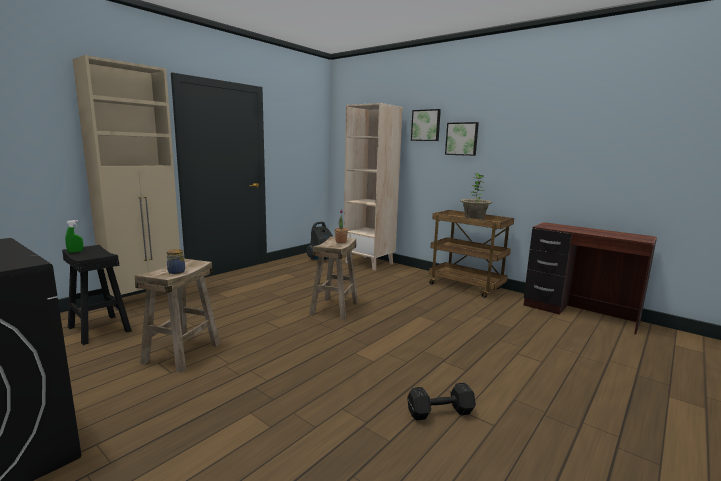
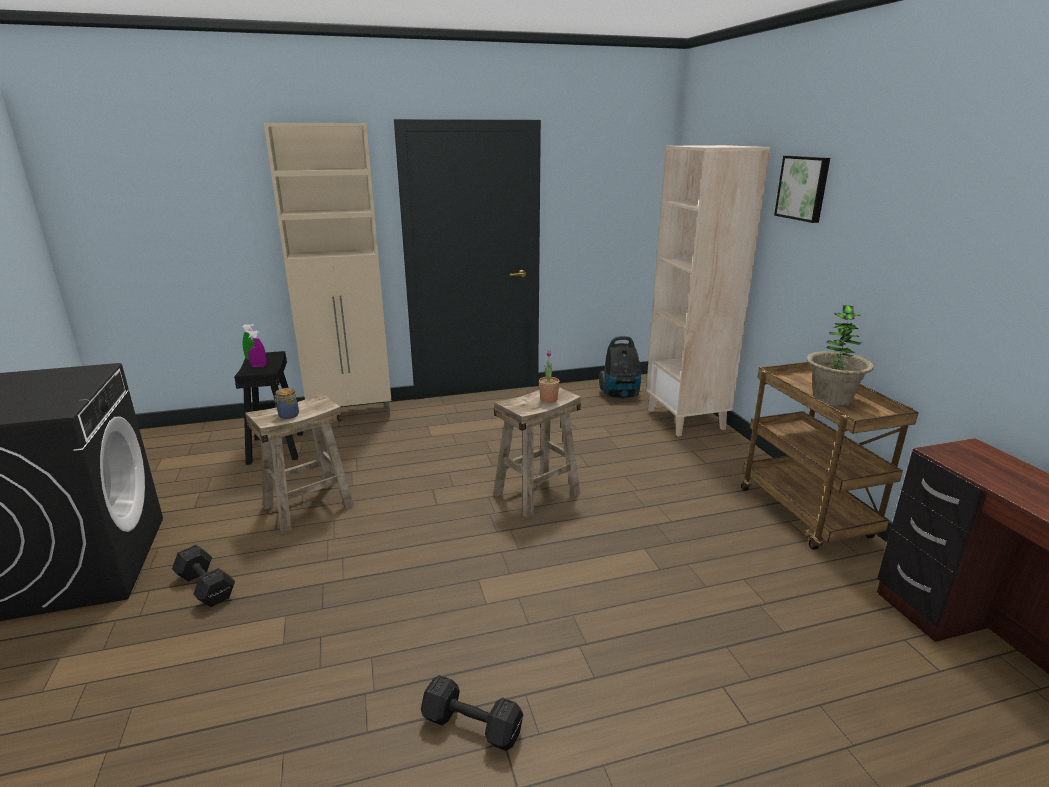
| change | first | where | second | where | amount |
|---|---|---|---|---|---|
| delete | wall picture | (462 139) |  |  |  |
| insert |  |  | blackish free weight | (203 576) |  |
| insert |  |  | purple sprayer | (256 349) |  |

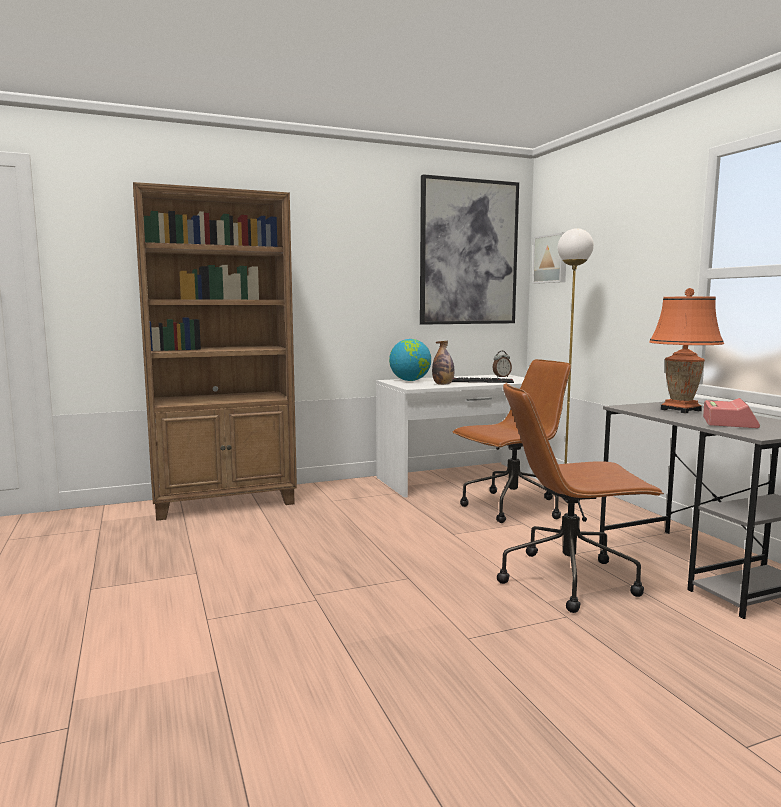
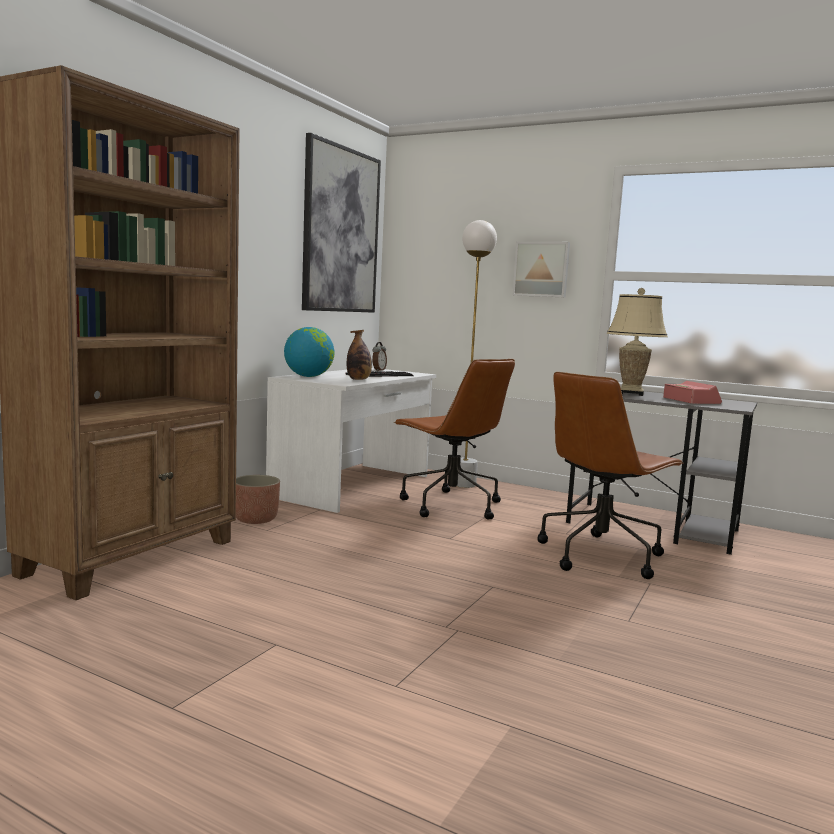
| change | first | where | second | where | amount |
|---|---|---|---|---|---|
| rotate | brown-coloured office chair | (511 441) |  | (454 439) | 120 degrees clockwise |
| move | wall picture | (549 258) |  | (541 270) |  |
| recolor | orangey lamp for a table | (686 350) | beige-coloured lamp for a table | (637 342) |  |
| insert |  |  | flower pot | (258 499) |  |

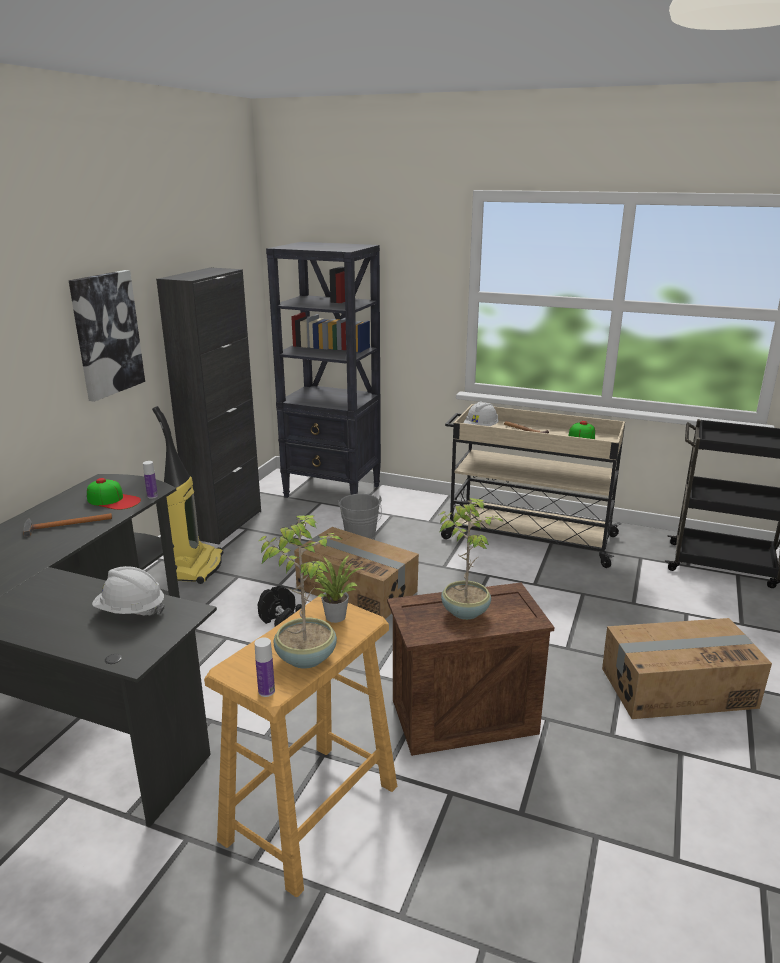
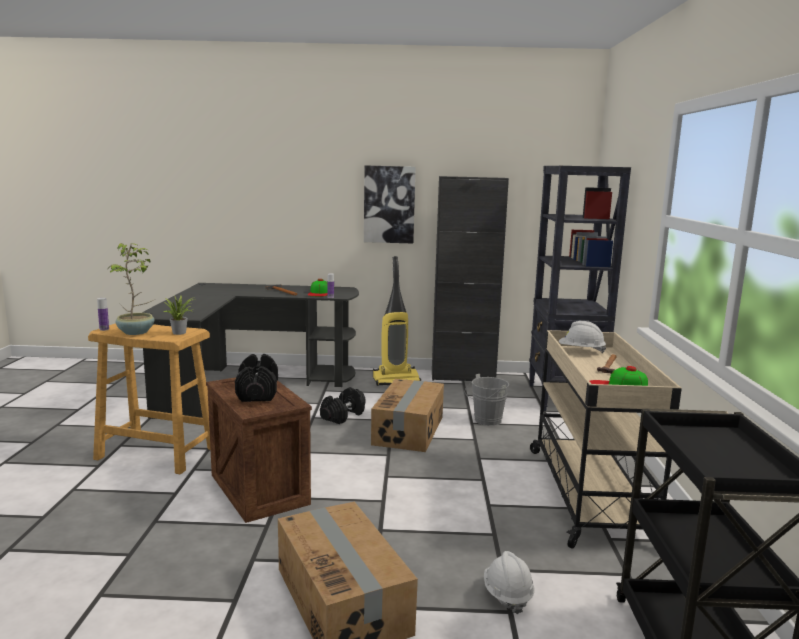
| change | first | where | second | where | amount |
|---|---|---|---|---|---|
| move | white-coloured safety helmet | (128 591) |  | (509 582) |  |
| replace | potted plant | (471 559) | blackish free weight | (256 378) |  |

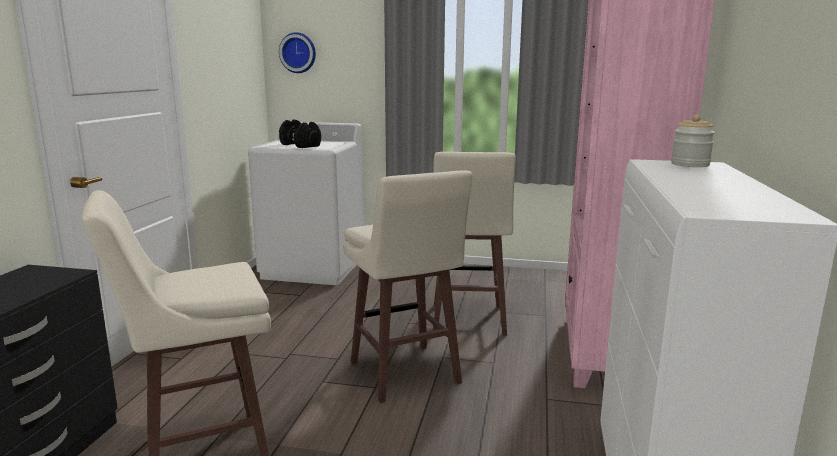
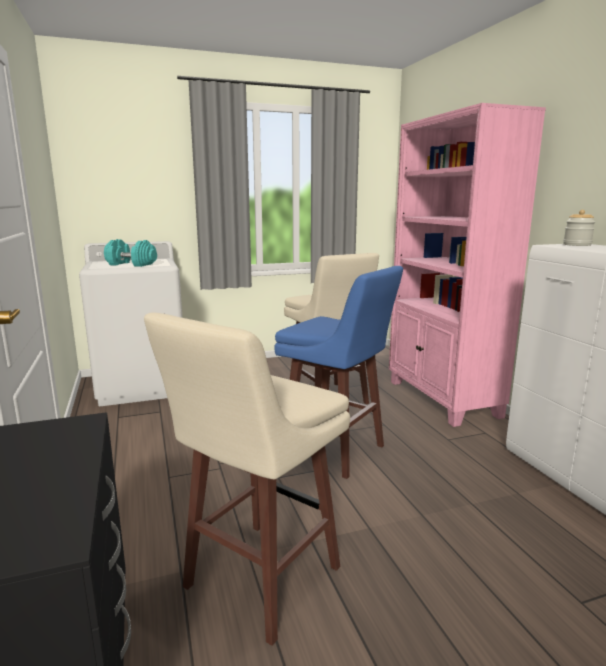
| change | first | where | second | where | amount |
|---|---|---|---|---|---|
| delete | hanging clock | (297 52) |  |  |  |
| recolor | blackish free weight | (300 134) | blue-green free weight | (130 253) |  |
| recolor | beige-coloured sitting stool | (408 286) | blue-coloured sitting stool | (338 372) |  |

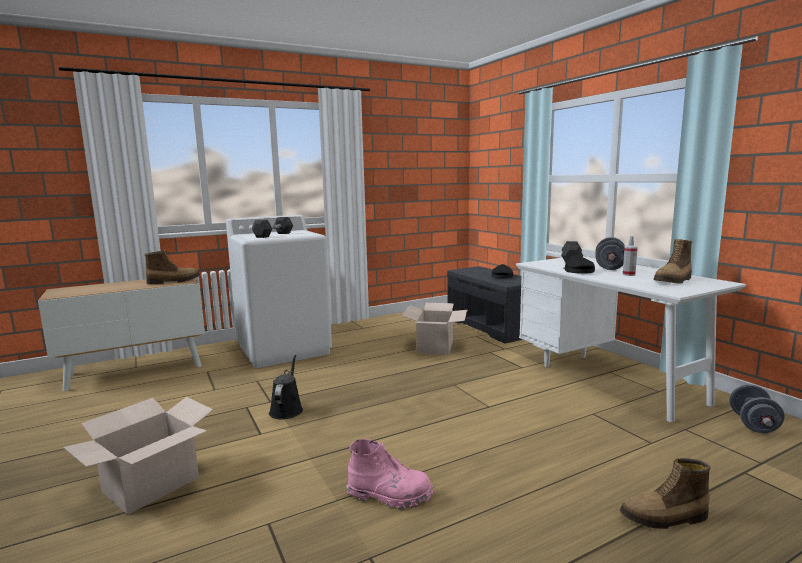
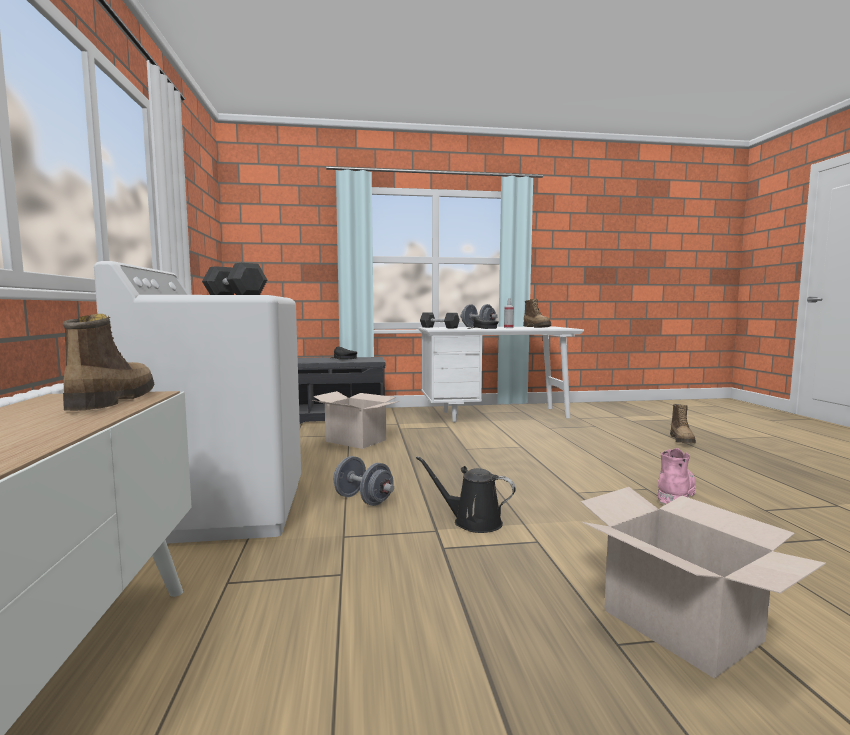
| change | first | where | second | where | amount |
|---|---|---|---|---|---|
| move | gray free weight | (757 408) |  | (363 481) |  |

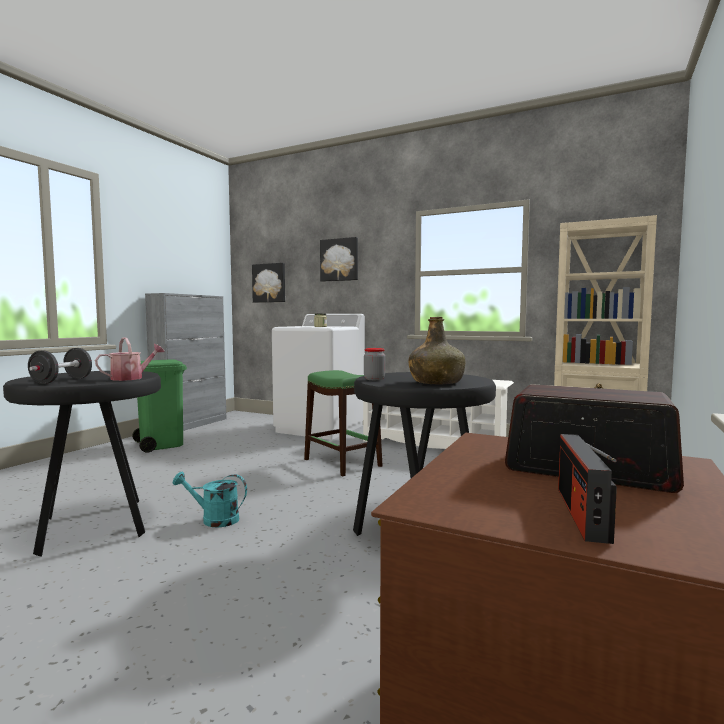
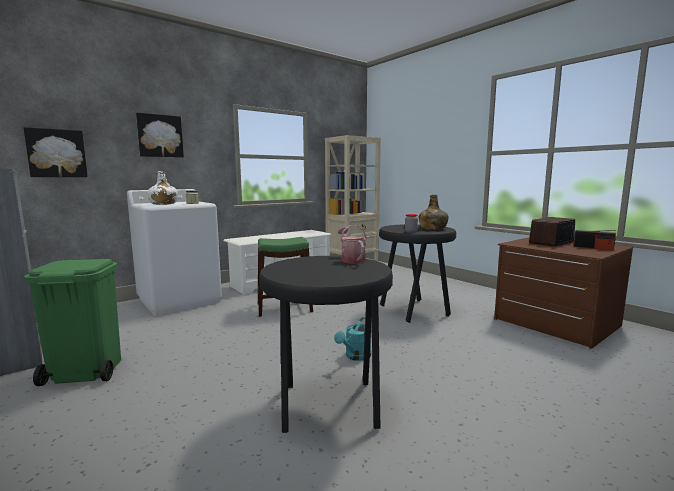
| change | first | where | second | where | amount |
|---|---|---|---|---|---|
| delete | blackish free weight | (60 366) |  |  |  |
| insert |  |  | white-coloured drink bottle | (162 188) |  |

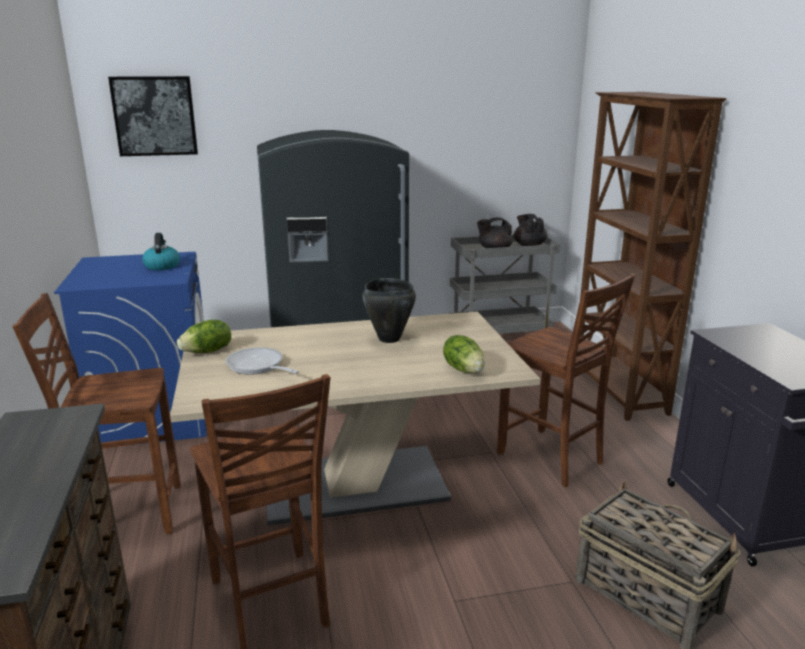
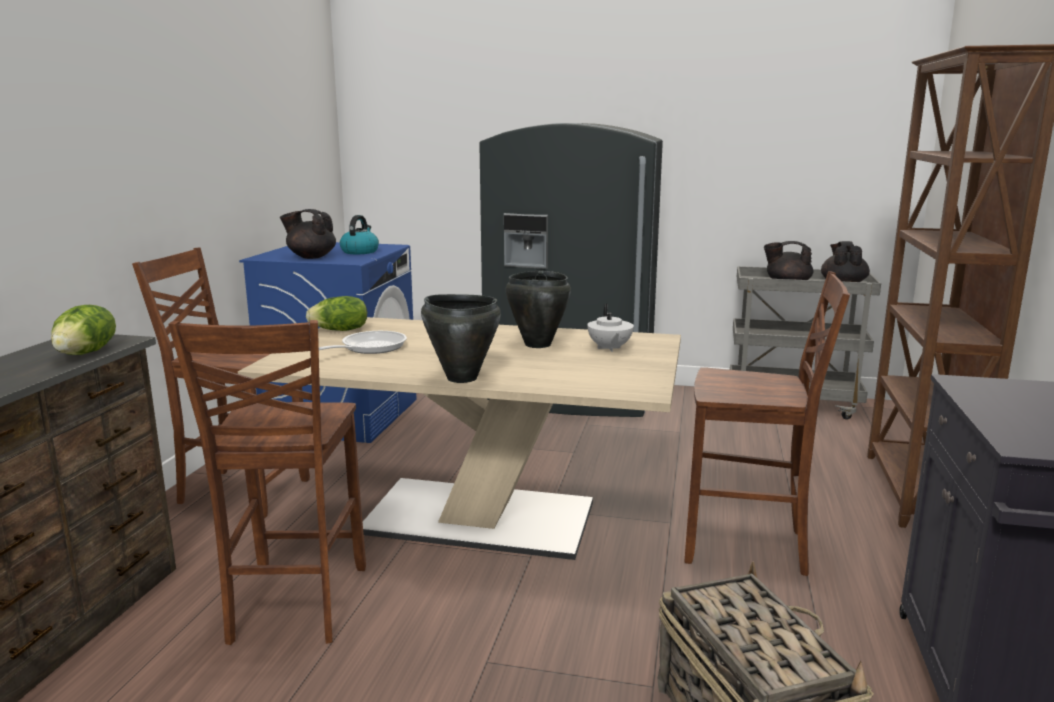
| change | first | where | second | where | amount |
|---|---|---|---|---|---|
| delete | wall picture | (153 116) |  |  |  |
| rotate | skillet | (262 361) |  | (363 342) | 60 degrees clockwise |
| move | lettuce head | (464 354) |  | (83 330) |  |
| rotate | brown-coloured plain chair | (566 380) |  | (767 423) | 60 degrees counterclockwise |
| insert |  |  | blackish teapot | (308 234) |  |
| insert |  |  | blackish stockpot | (461 338) |  |
| insert |  |  | white-coloured teapot | (610 327) |  |

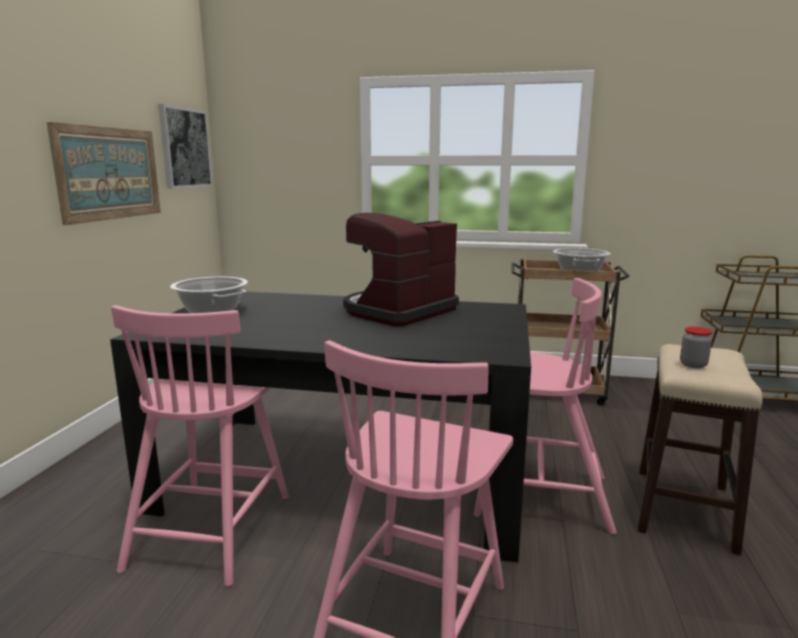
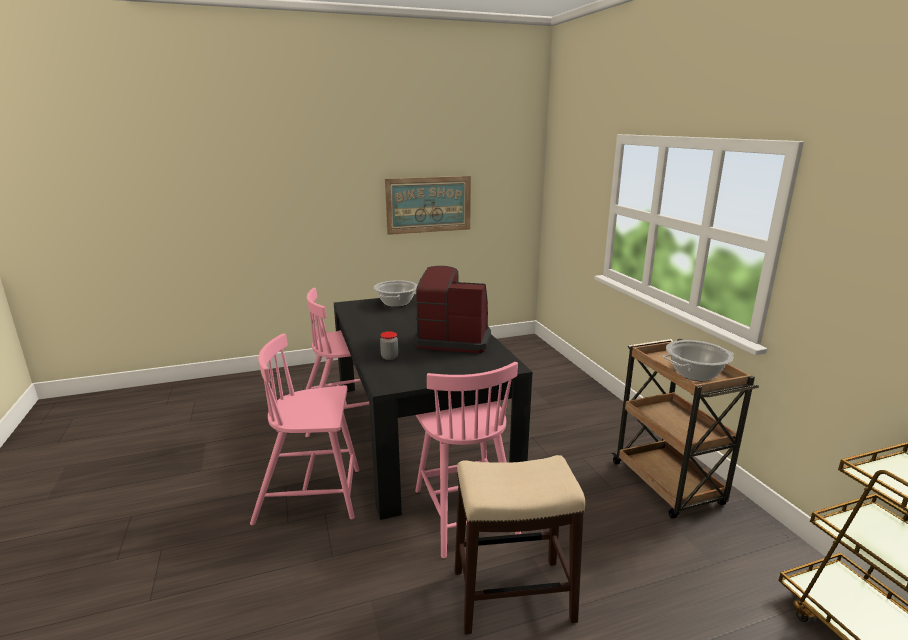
| change | first | where | second | where | amount |
|---|---|---|---|---|---|
| delete | wall picture | (185 146) |  |  |  |
| move | storage jar | (696 347) |  | (389 345) |  |

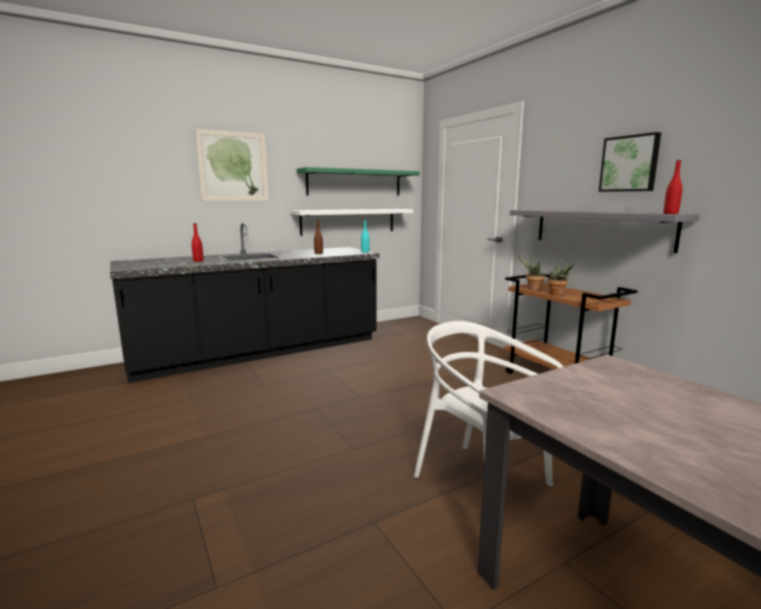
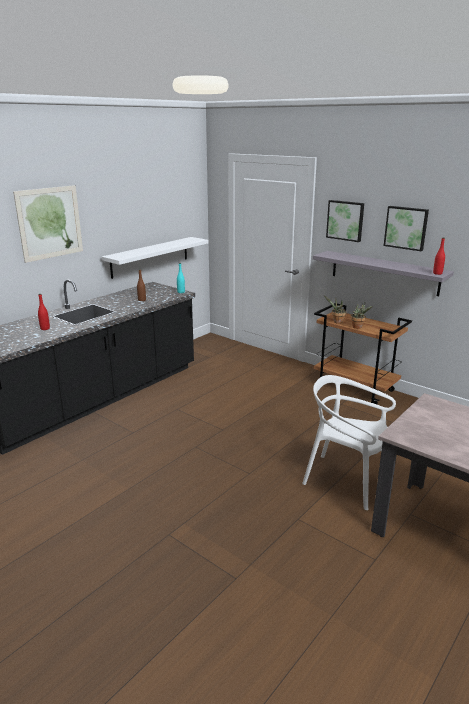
| change | first | where | second | where | amount |
|---|---|---|---|---|---|
| delete | green-coloured wall shelf | (358 181) |  |  |  |
| insert |  |  | wall picture | (345 221) |  |

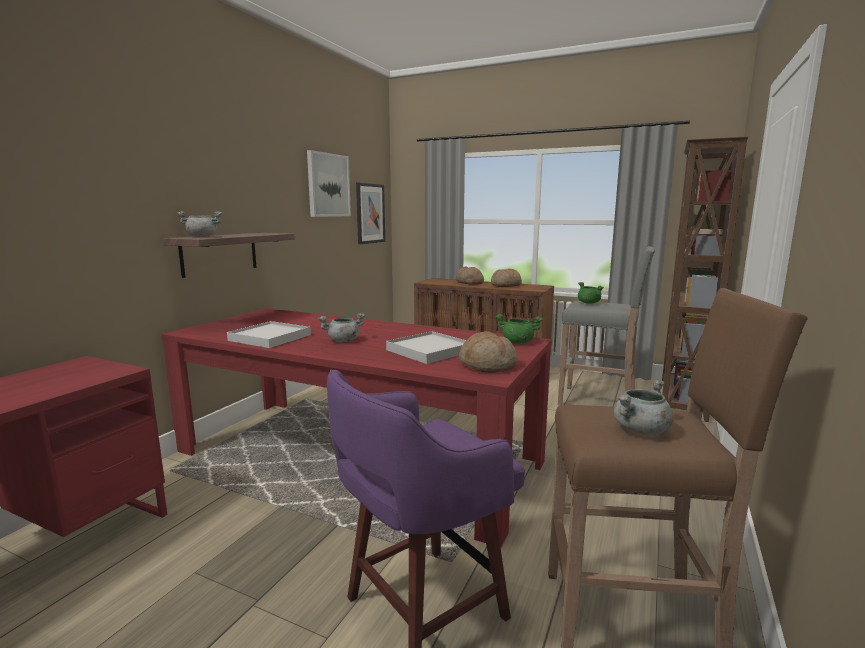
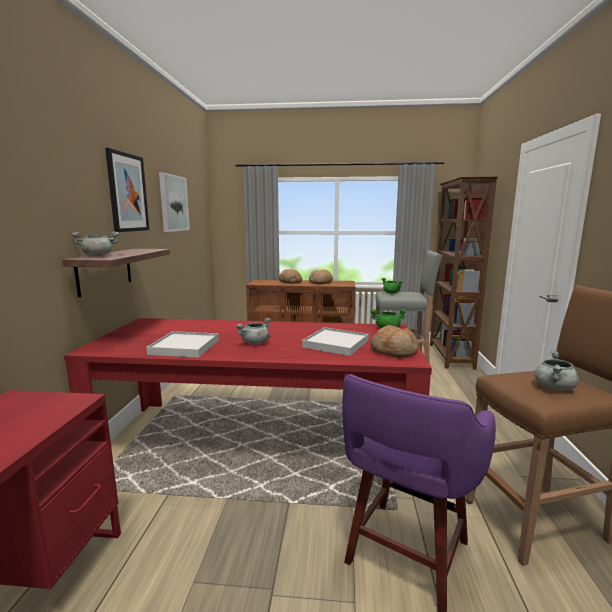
| change | first | where | second | where | amount |
|---|---|---|---|---|---|
| move | wall picture | (370 213) |  | (127 190) |  |

